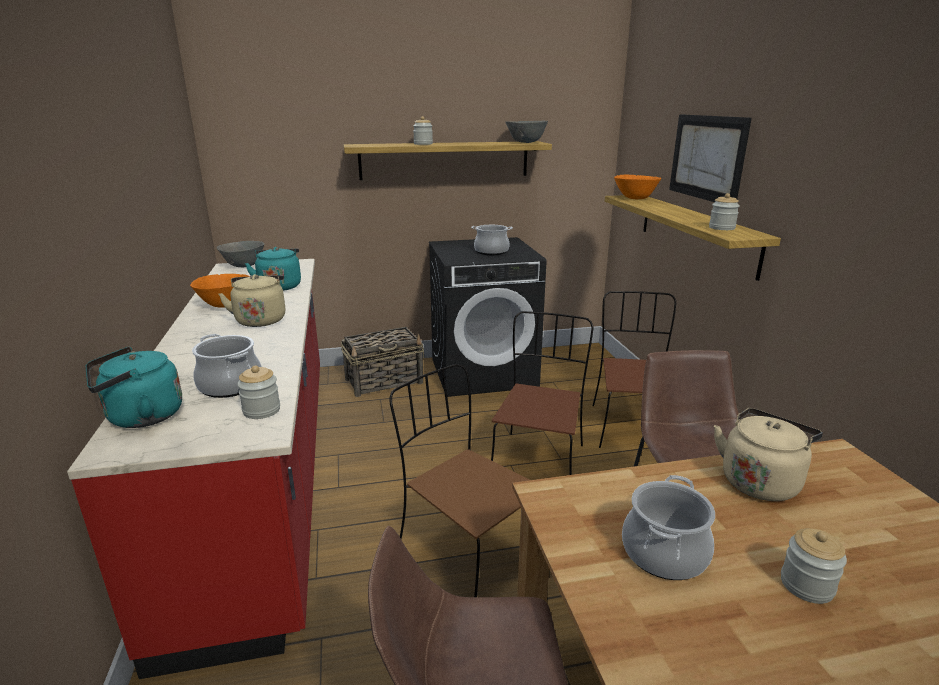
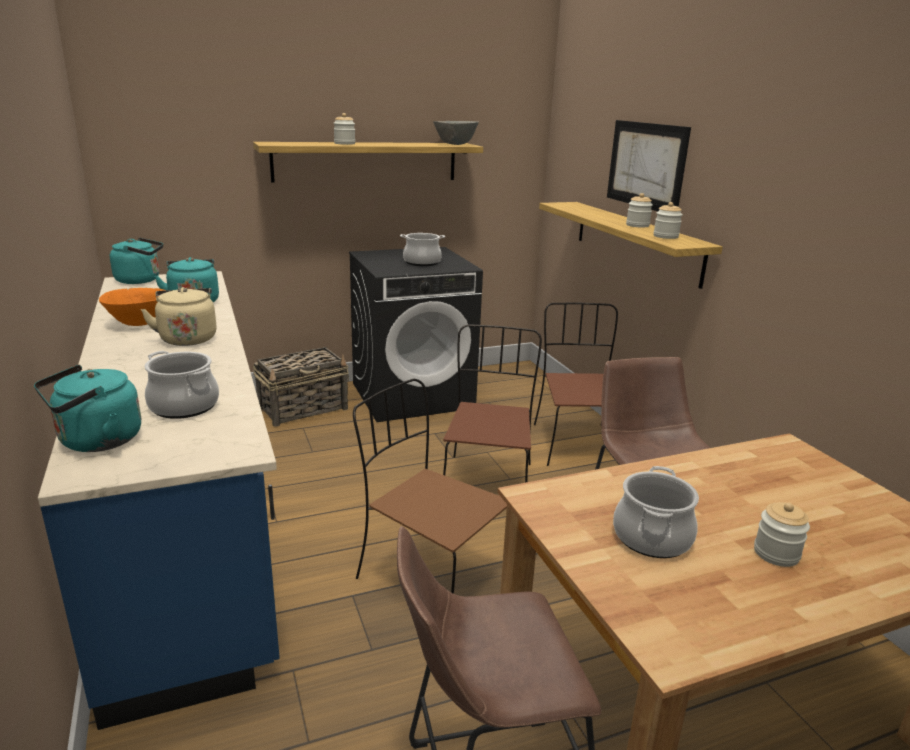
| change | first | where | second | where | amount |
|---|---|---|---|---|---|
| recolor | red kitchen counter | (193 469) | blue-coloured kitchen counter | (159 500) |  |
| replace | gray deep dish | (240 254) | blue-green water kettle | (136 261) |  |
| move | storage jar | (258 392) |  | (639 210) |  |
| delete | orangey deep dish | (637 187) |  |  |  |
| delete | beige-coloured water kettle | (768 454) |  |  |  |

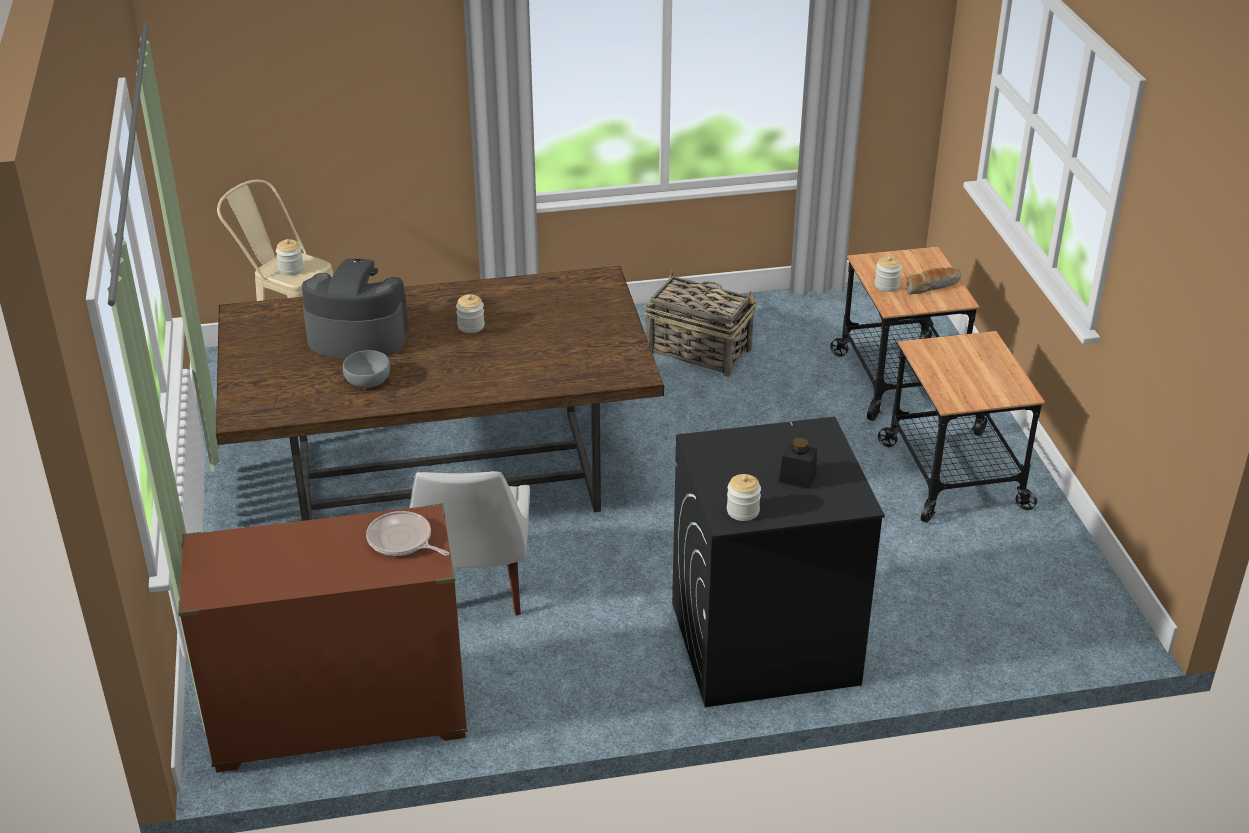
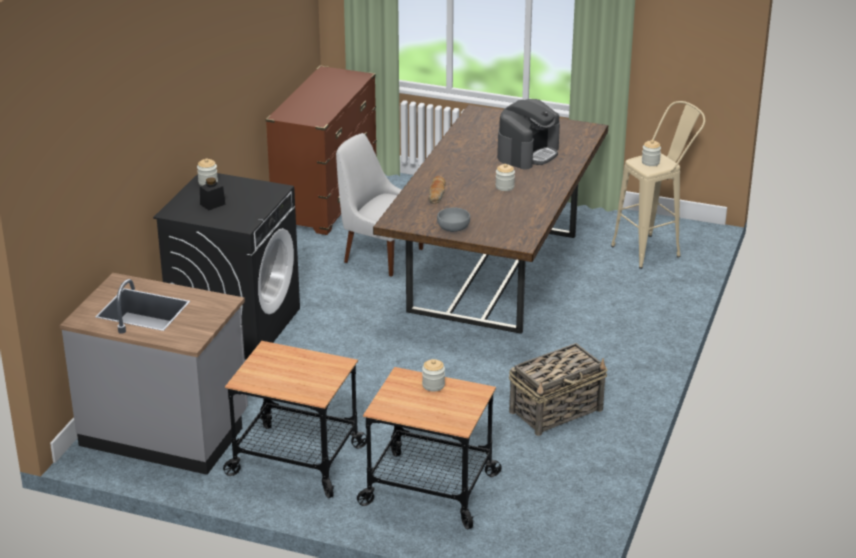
| change | first | where | second | where | amount |
|---|---|---|---|---|---|
| move | gray deep dish | (366 369) |  | (453 219) |  |
| delete | skillet | (407 533) |  |  |  |
| move | baked bread | (933 281) |  | (437 190) |  |
| insert |  |  | gray kitchen counter | (154 374) |  |

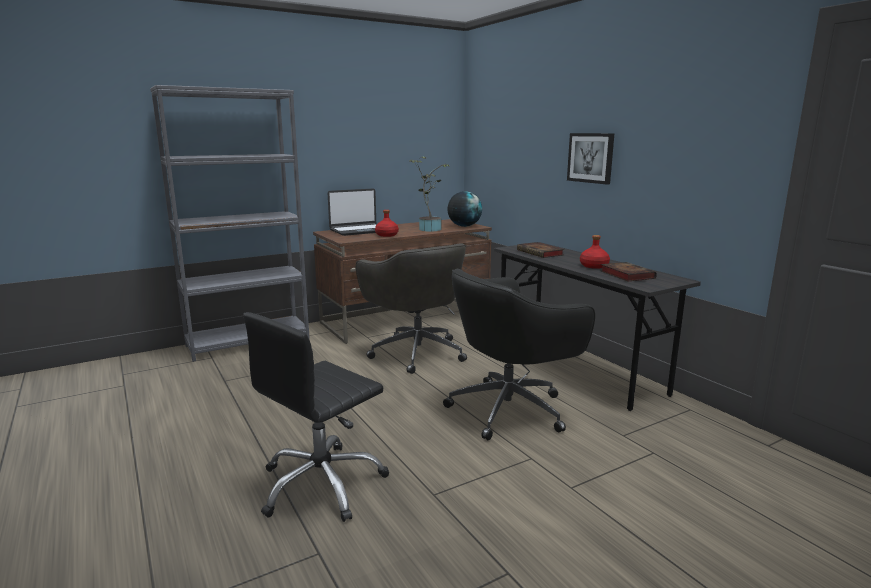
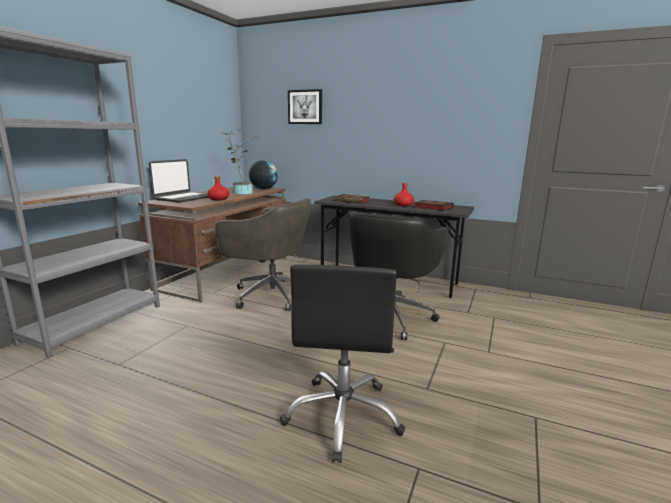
| change | first | where | second | where | amount |
|---|---|---|---|---|---|
| move | wall picture | (590 159) |  | (305 106) |  |

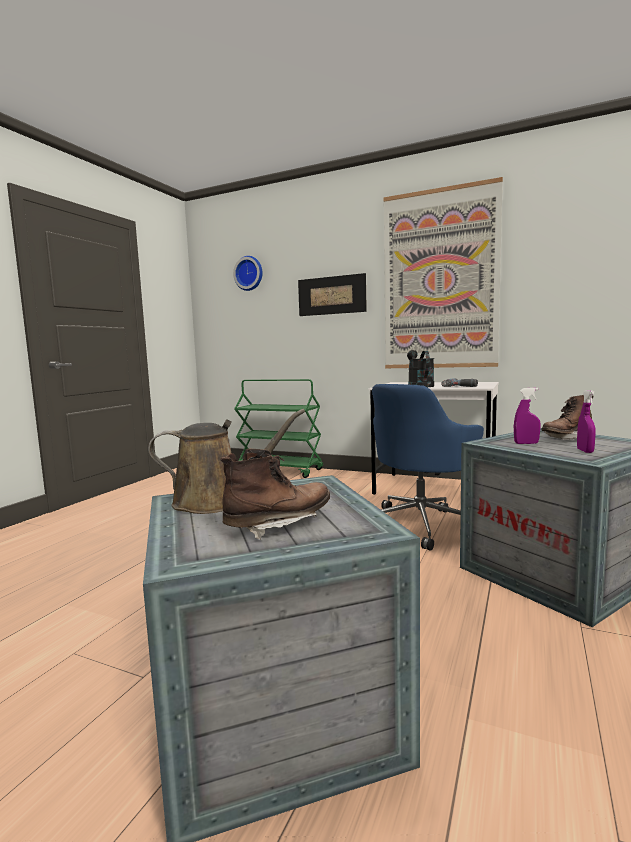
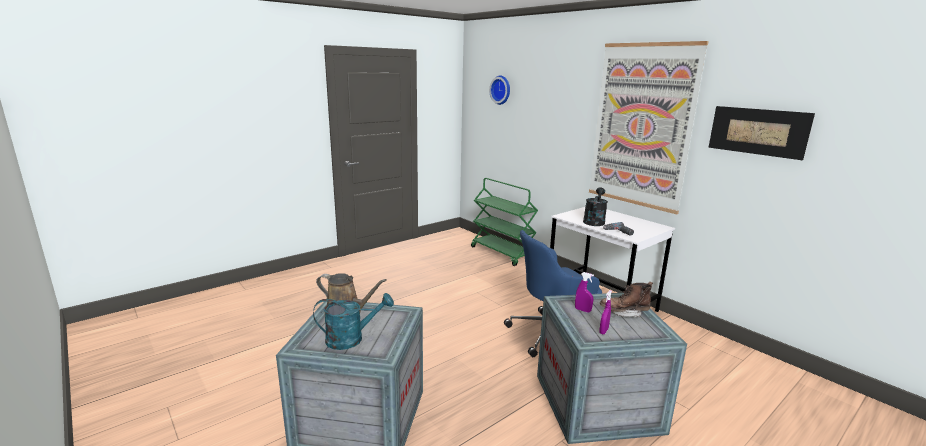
| change | first | where | second | where | amount |
|---|---|---|---|---|---|
| replace | brown-coloured boot | (275 494) | blue-green sprinkling can | (353 321) |  |
| move | wall picture | (332 294) |  | (761 133) |  |

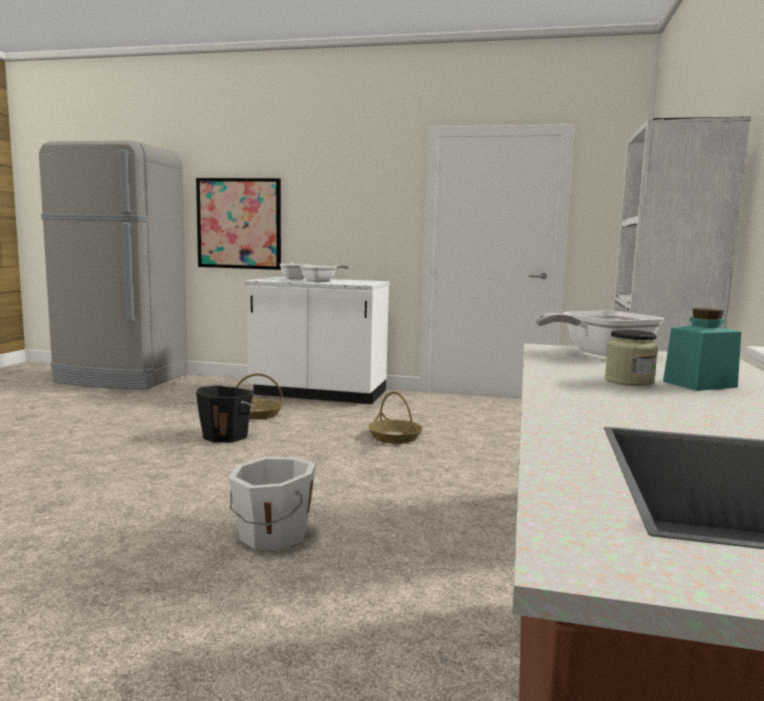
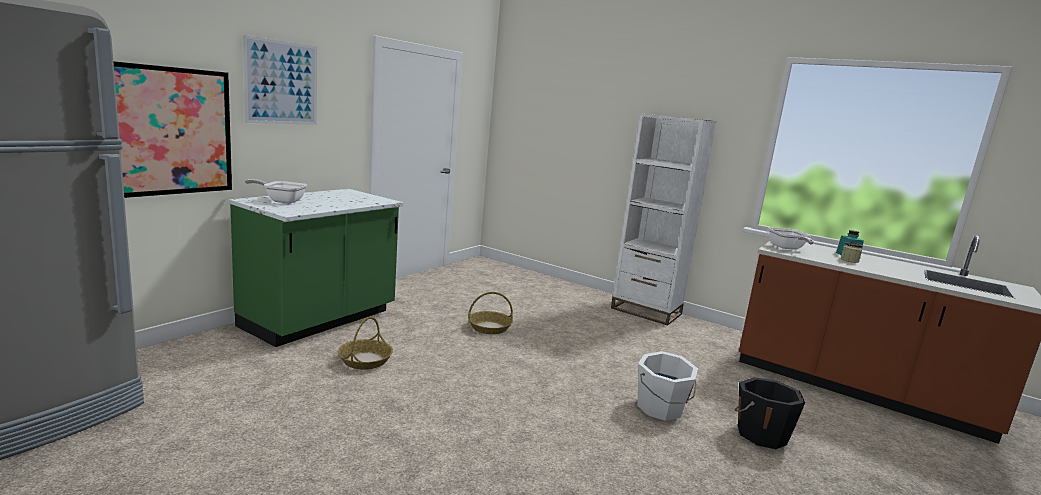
| change | first | where | second | where | amount |
|---|---|---|---|---|---|
| move | blackish water bucket | (226 414) |  | (769 413) |  |
| recolor | white-coloured kitchen counter | (317 340) | green-coloured kitchen counter | (316 268) |  |
| delete | skillet | (324 273) |  |  |  |
| insert |  |  | wall picture | (280 80) |  |

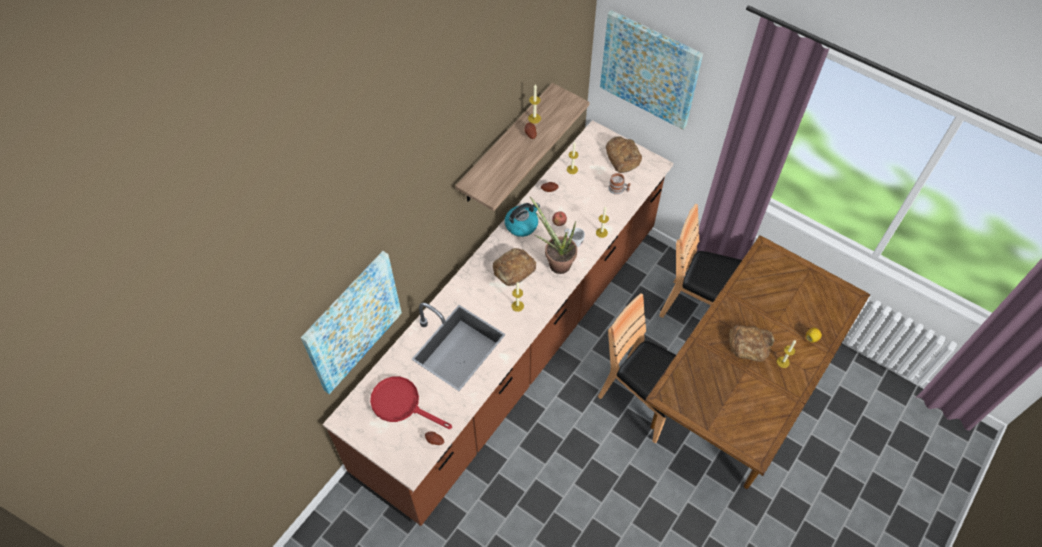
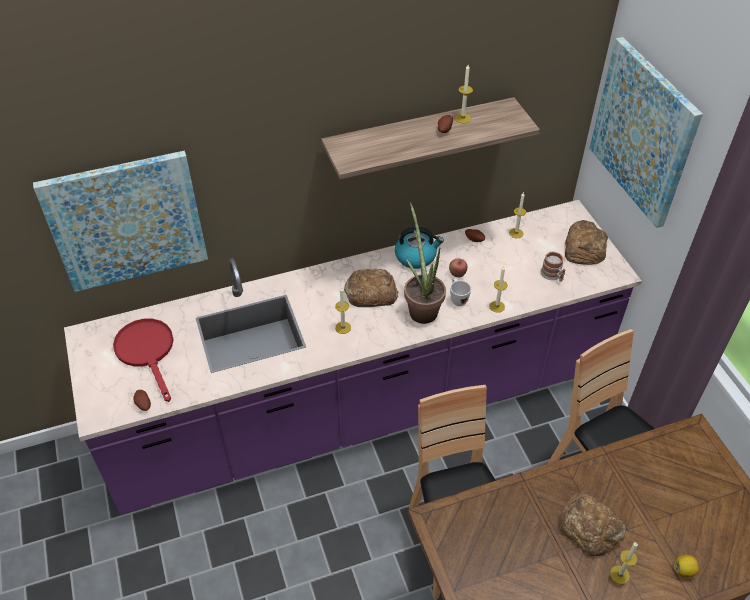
| change | first | where | second | where | amount |
|---|---|---|---|---|---|
| recolor | brown-coloured kitchen counter | (498 323) | purple kitchen counter | (353 357) |  |

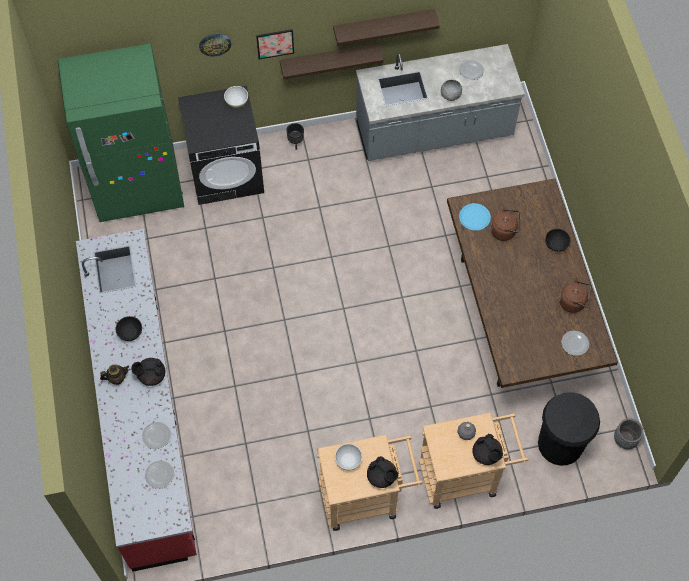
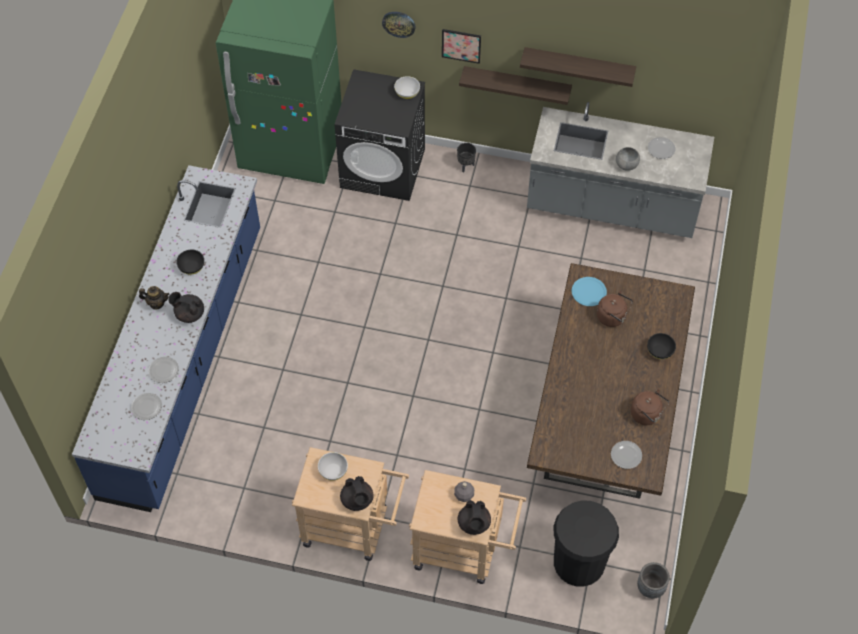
| change | first | where | second | where | amount |
|---|---|---|---|---|---|
| recolor | red kitchen counter | (136 400) | blue-coloured kitchen counter | (166 338) |  |

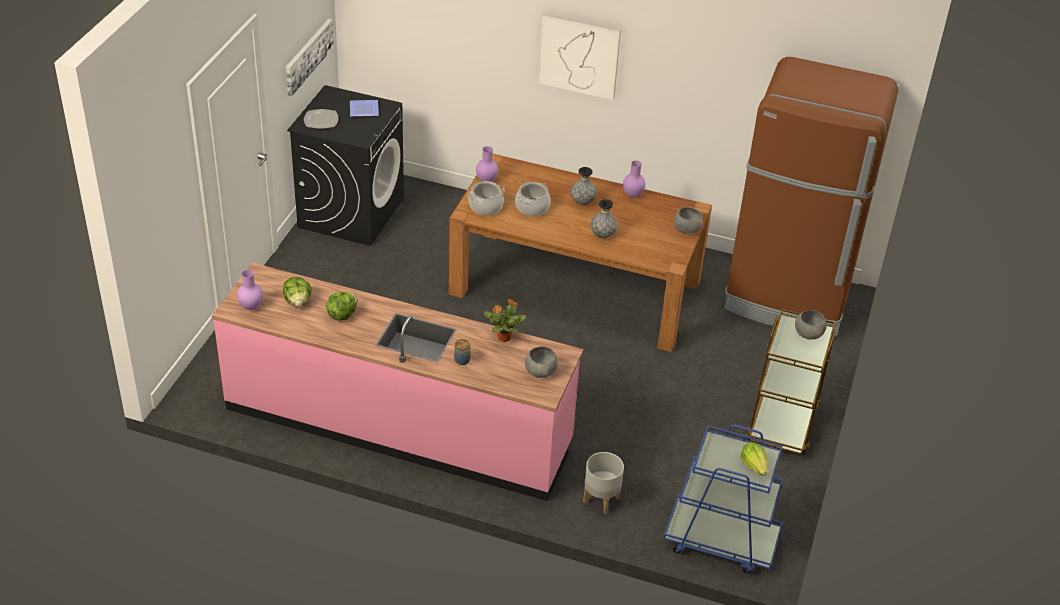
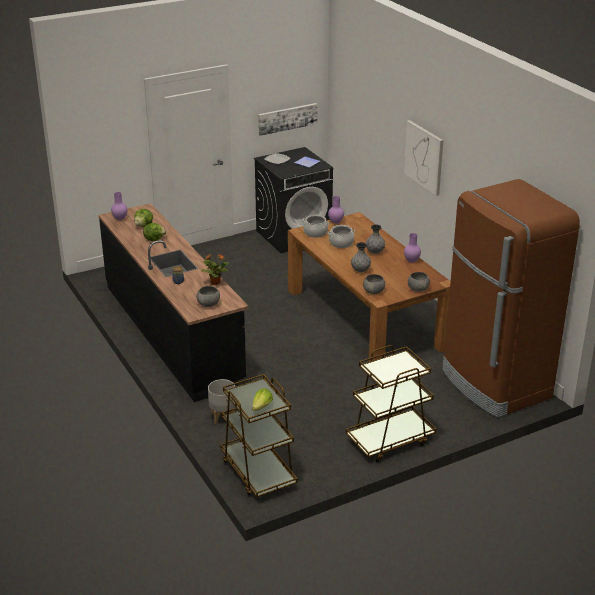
| change | first | where | second | where | amount |
|---|---|---|---|---|---|
| recolor | pink-coloured kitchen counter | (397 382) | blackish kitchen counter | (173 302) |  |
| recolor | blue-coloured trolley | (723 499) | brown-coloured trolley | (259 435) |  |
| move | gray deep dish | (811 325) |  | (374 284) |  |

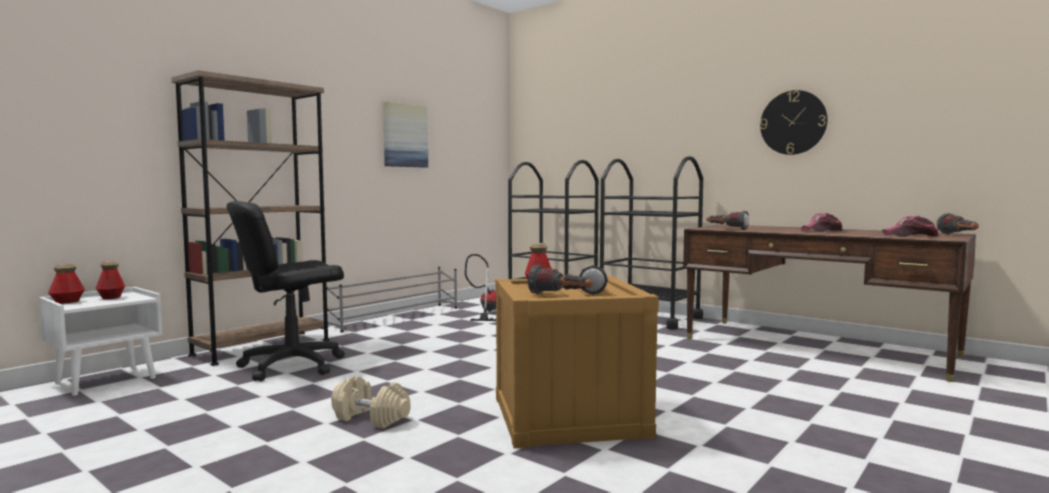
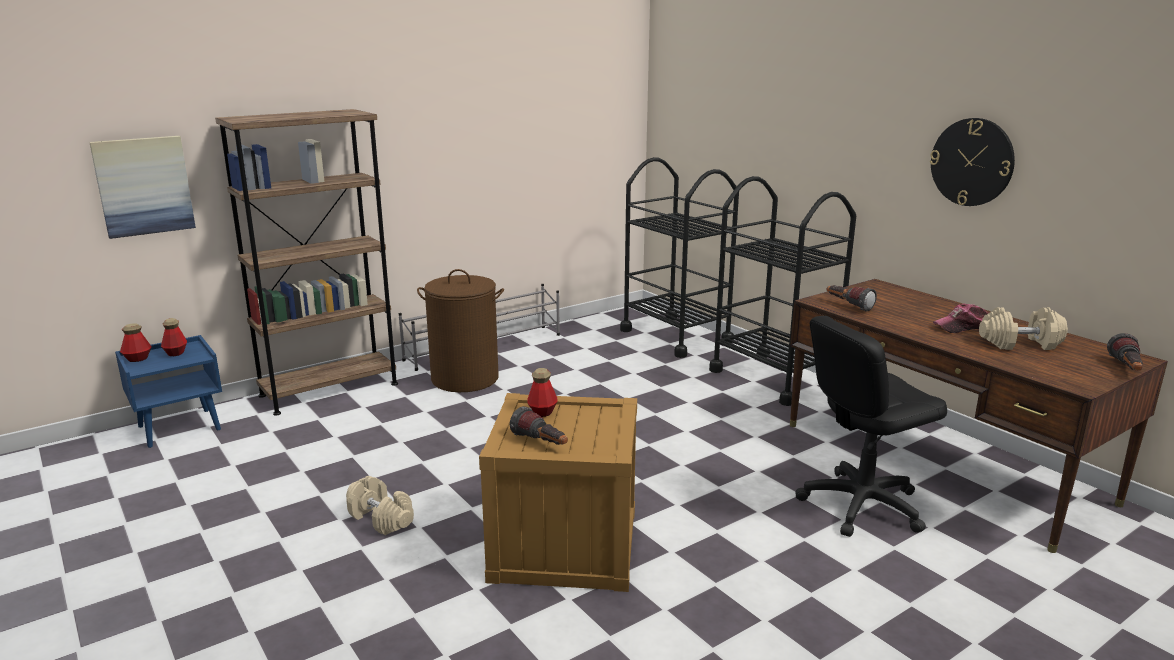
| change | first | where | second | where | amount |
|---|---|---|---|---|---|
| recolor | white-coloured bedside table | (100 341) | blue-coloured bedside table | (168 391) |  |
| move | blackish office chair | (286 291) |  | (871 426) |  |
| move | wall picture | (405 134) |  | (142 187) |  |
| delete | vacuum cleaner | (480 287) |  |  |  |
| delete | torch | (593 280) |  |  |  |
| delete | peaked cap | (910 226) |  |  |  |
| insert |  |  | brown-coloured laundry basket | (460 330) |  |
| insert |  |  | beige-coloured free weight | (1023 328) |  |

